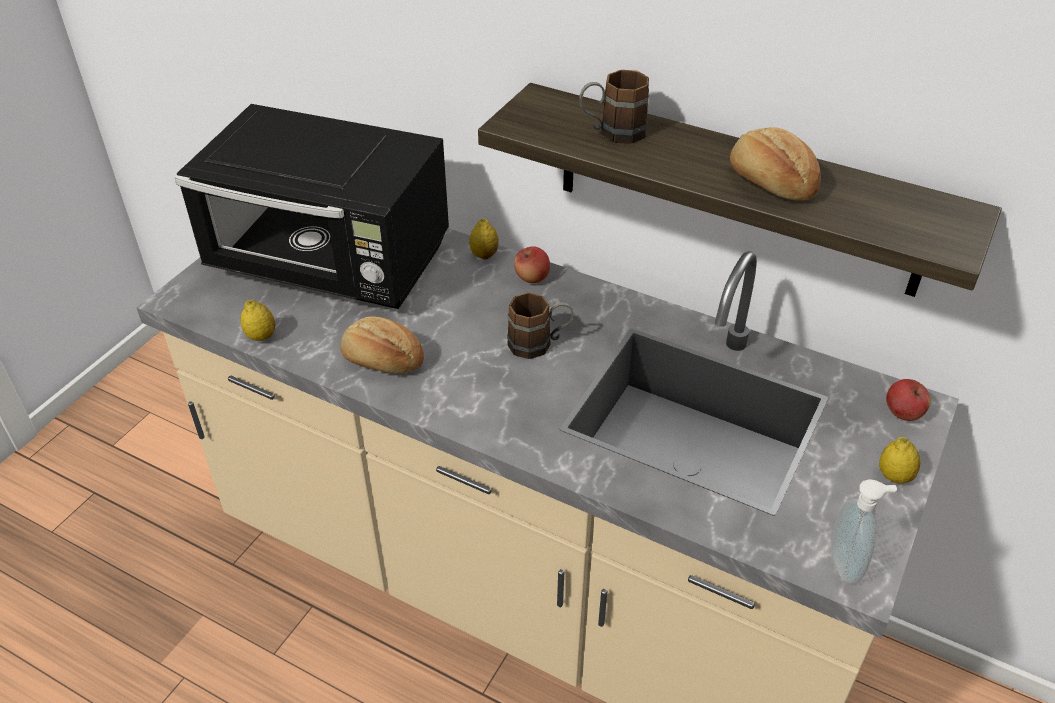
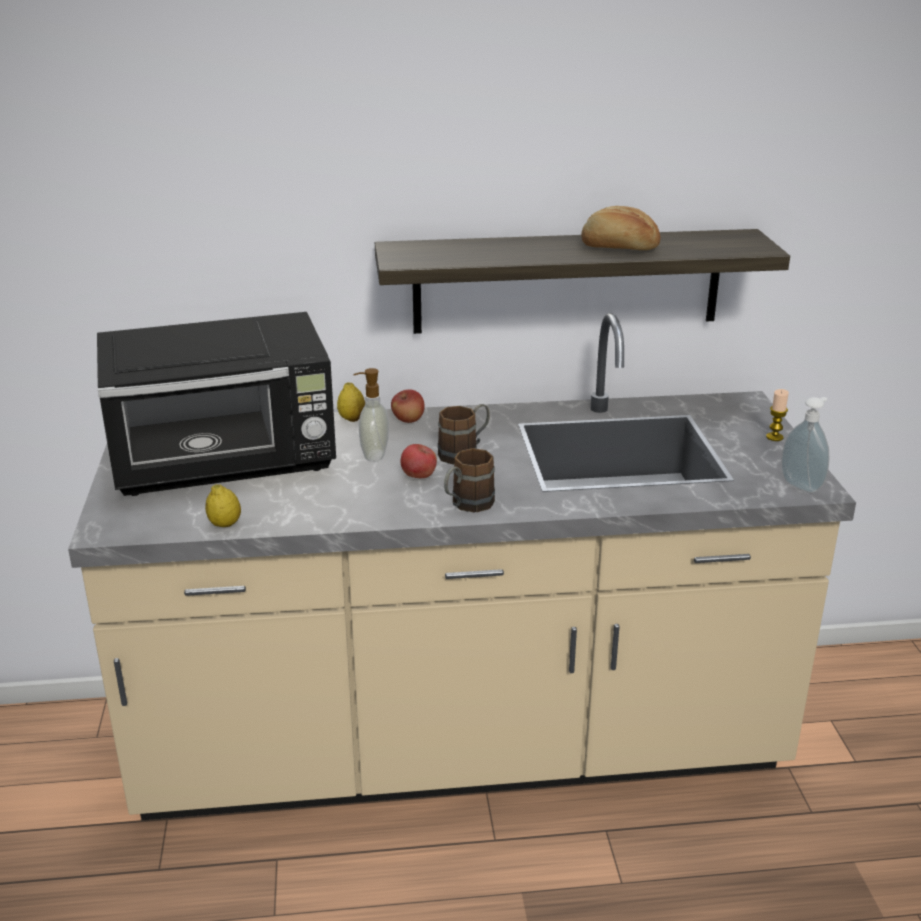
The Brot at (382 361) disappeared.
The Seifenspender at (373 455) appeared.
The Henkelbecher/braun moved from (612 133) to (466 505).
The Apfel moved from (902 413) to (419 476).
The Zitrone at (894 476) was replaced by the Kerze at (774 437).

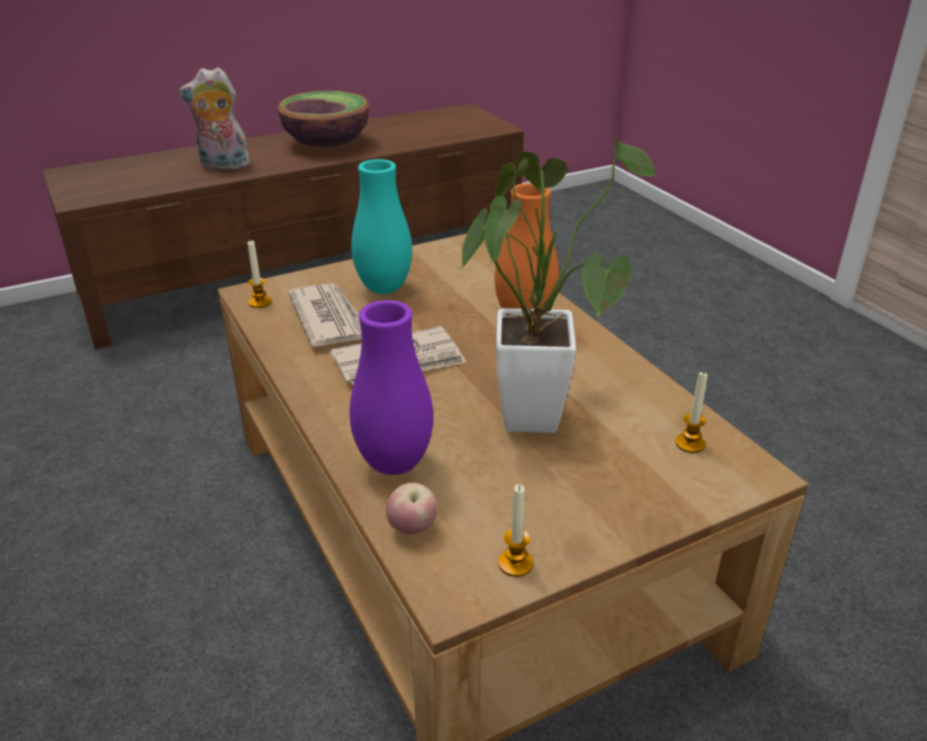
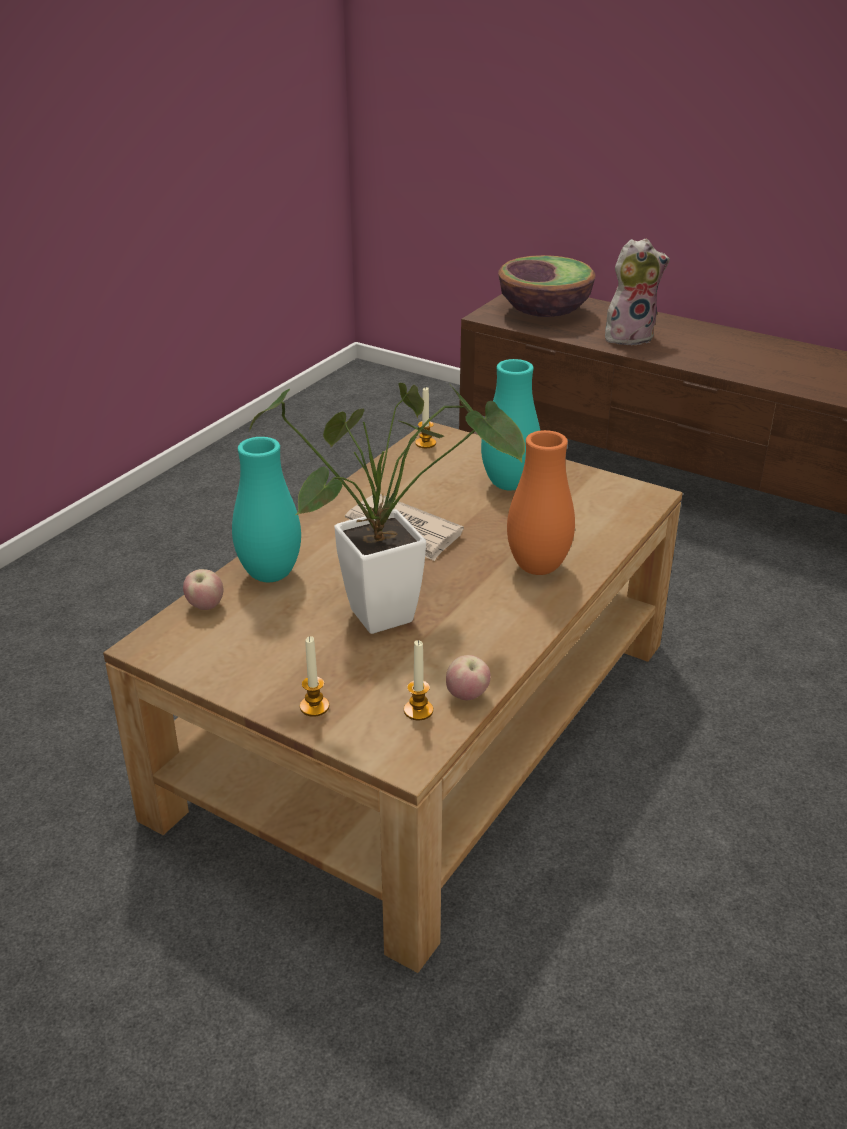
The Zeitung at (329 318) disappeared.
The Apfel at (467 696) appeared.
The Schüssel moved from (326 143) to (544 312).
The Kerze moved from (515 563) to (314 707).
The Vase/lila at (394 464) became the Vase/türkis at (270 575).
The Plüschtier at (223 166) turned 105 degrees clockwise.

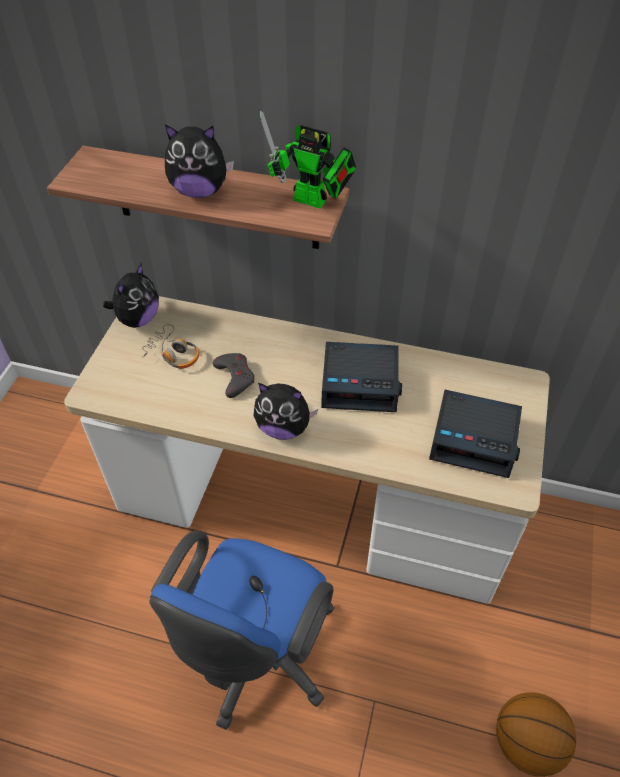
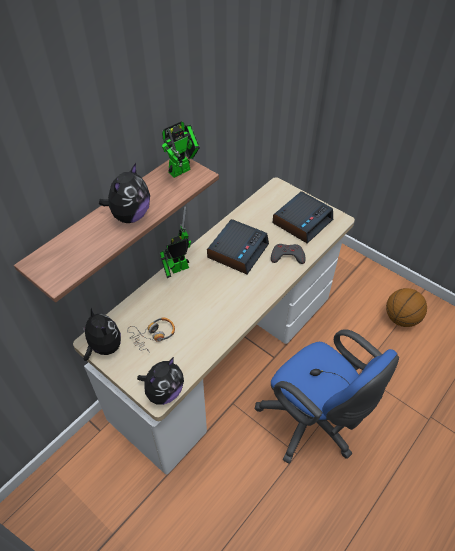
The Spielzeugroboter at (176 269) appeared.
The Gamepad/grau moved from (235 377) to (287 256).
The Plüschtier moved from (283 428) to (164 391).

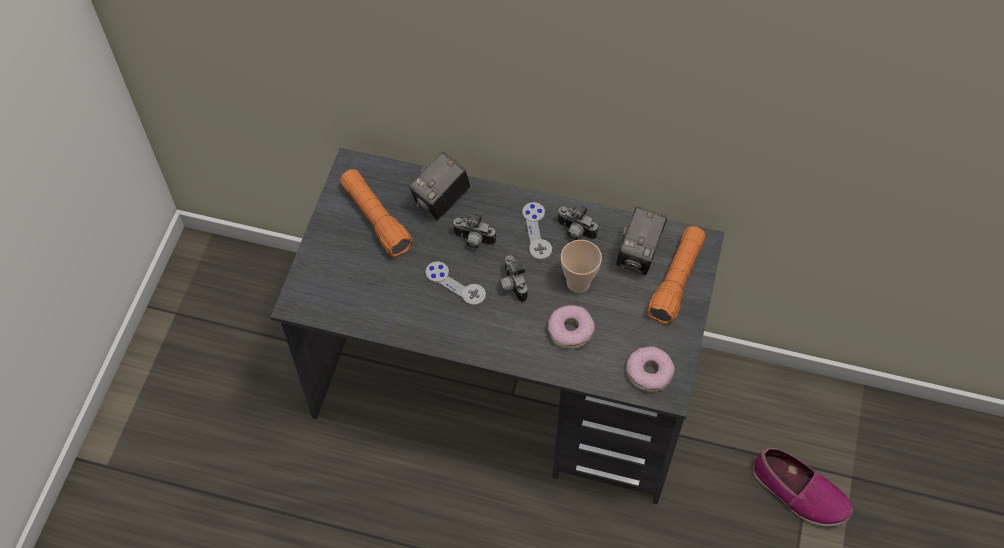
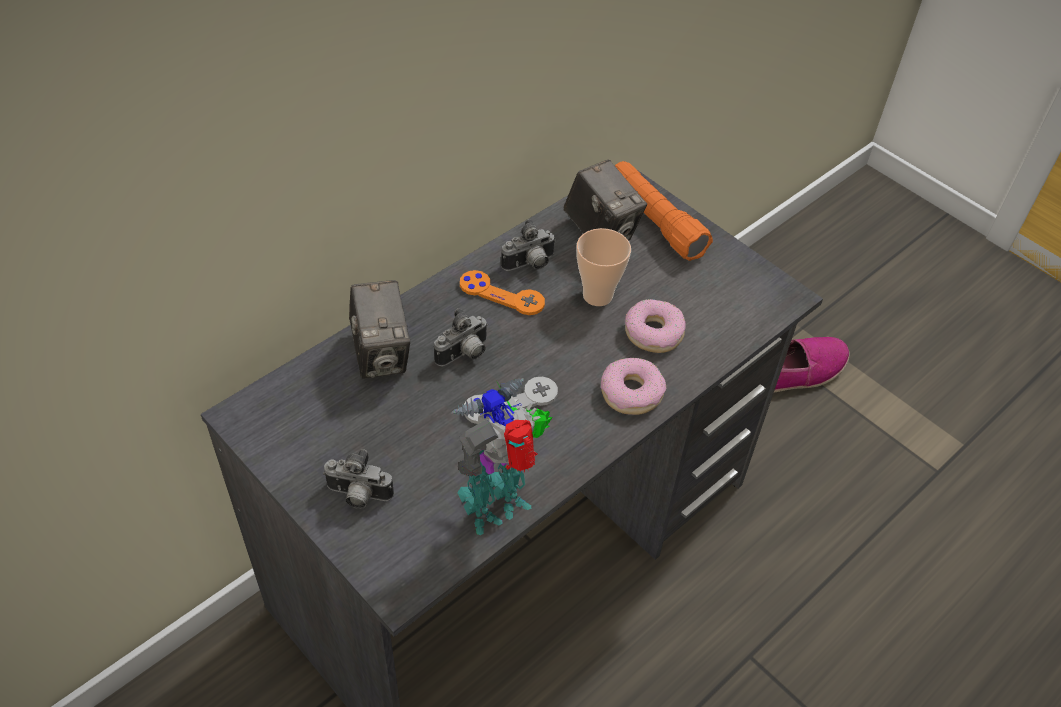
The Taschenlampe/orange at (376 219) disappeared.
The Spielzeugroboter at (499 507) appeared.
The Kamera moved from (511 286) to (358 496).
The Donut moved from (649 373) to (631 393).
The Gamepad/grau at (537 232) became the Gamepad/orange at (501 294).

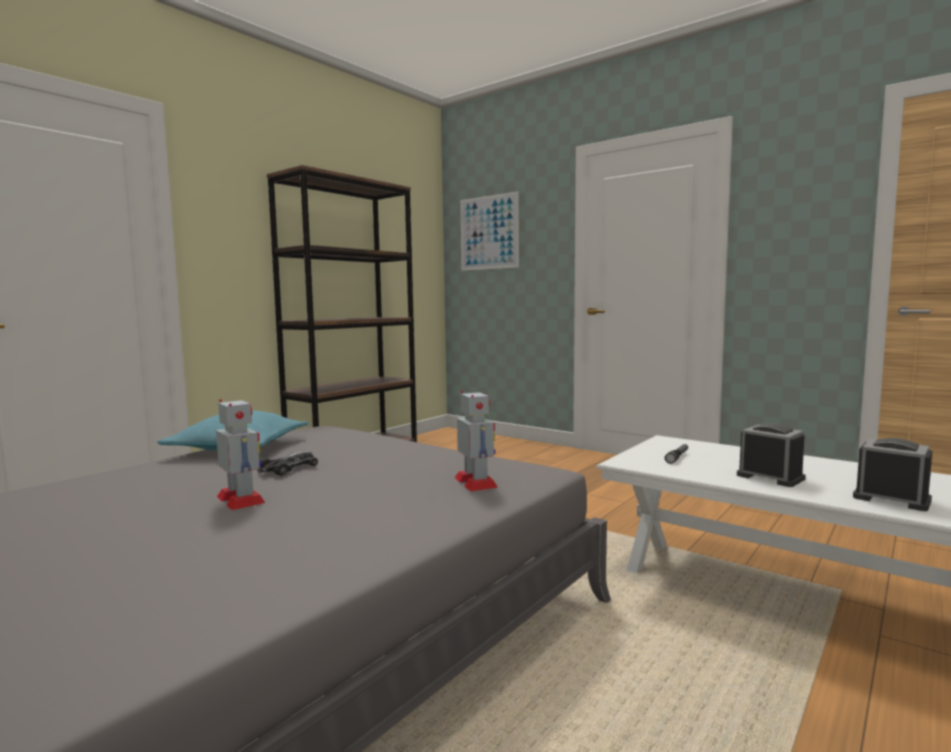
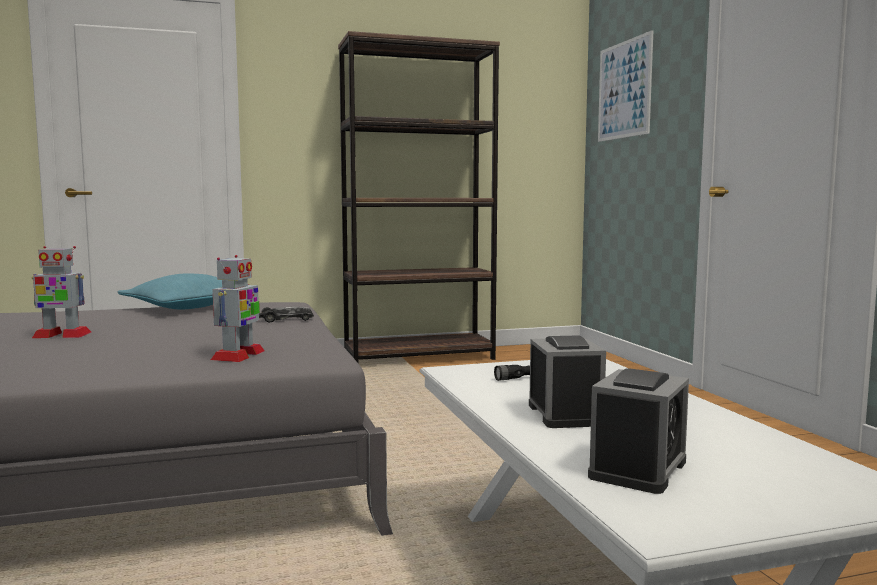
The Spielzeugauto moved from (288 468) to (285 319).
The Spielzeugroboter at (241 500) turned 90 degrees clockwise.
The Wecker at (891 499) turned 45 degrees clockwise.

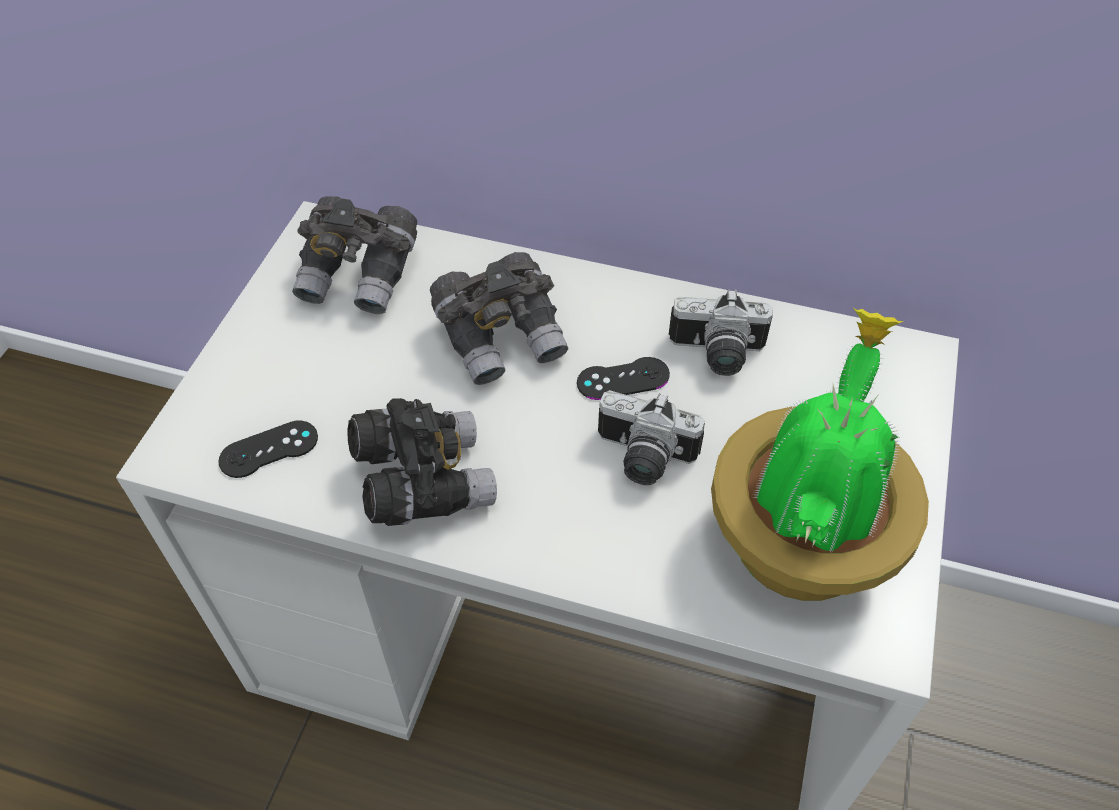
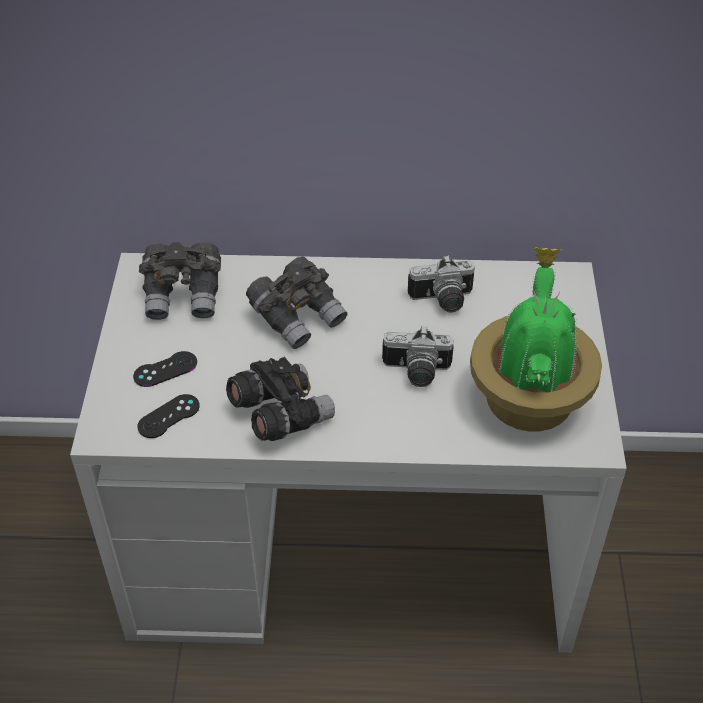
The Gamepad/schwarz moved from (623 379) to (165 369).

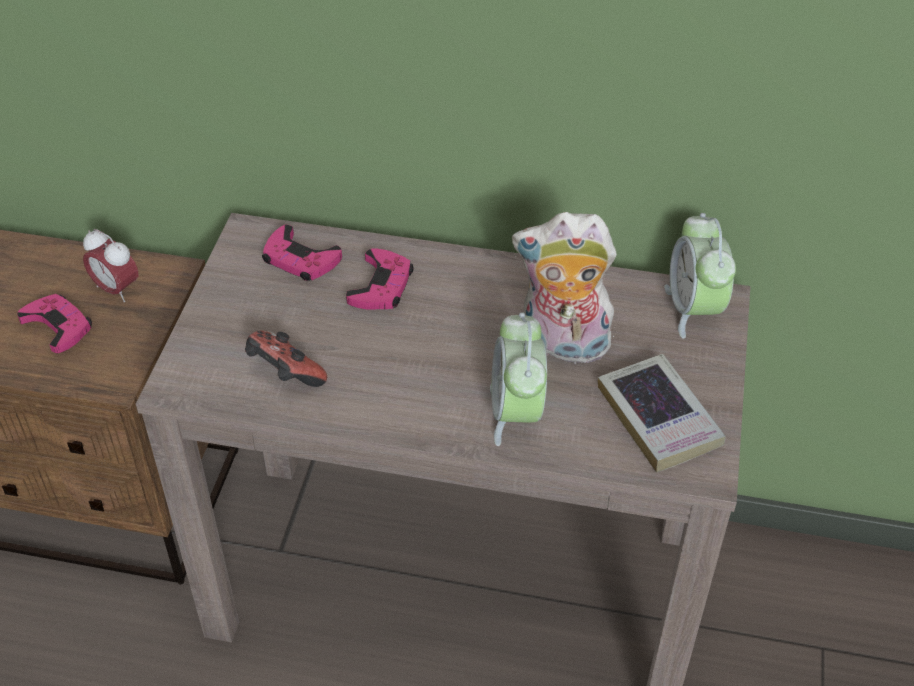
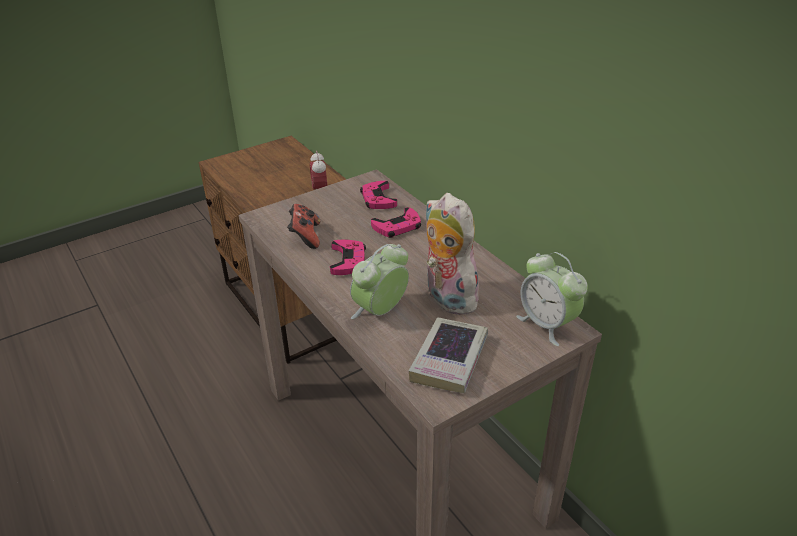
The Gamepad/rosa moved from (58 326) to (348 261).
The Wecker at (693 309) turned 75 degrees counterclockwise.

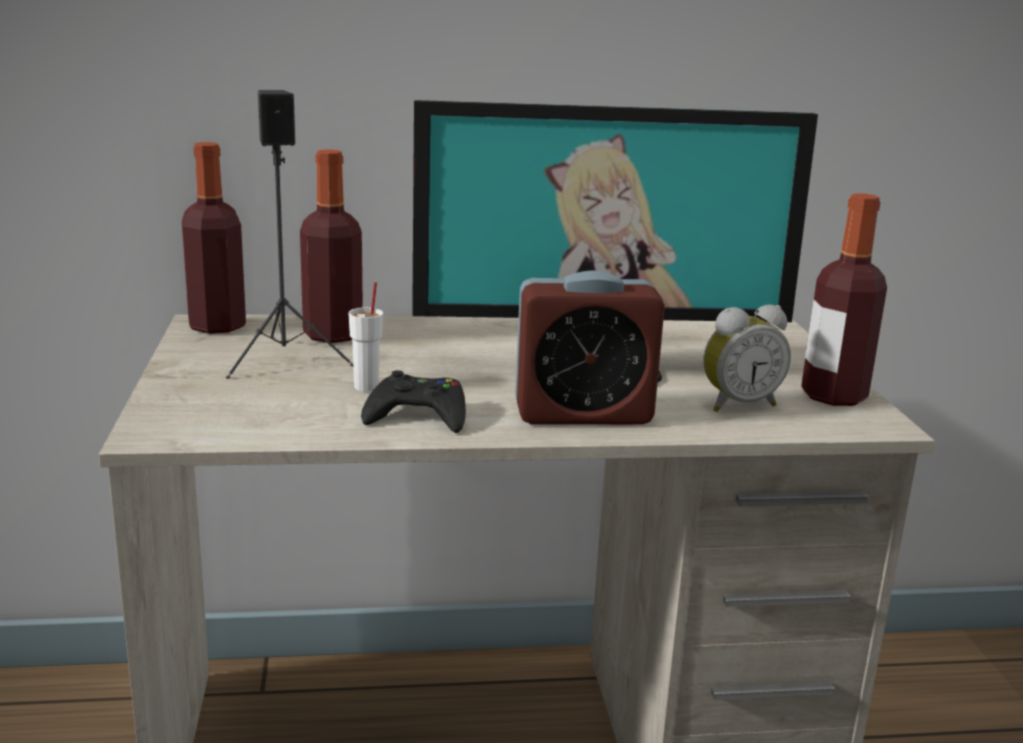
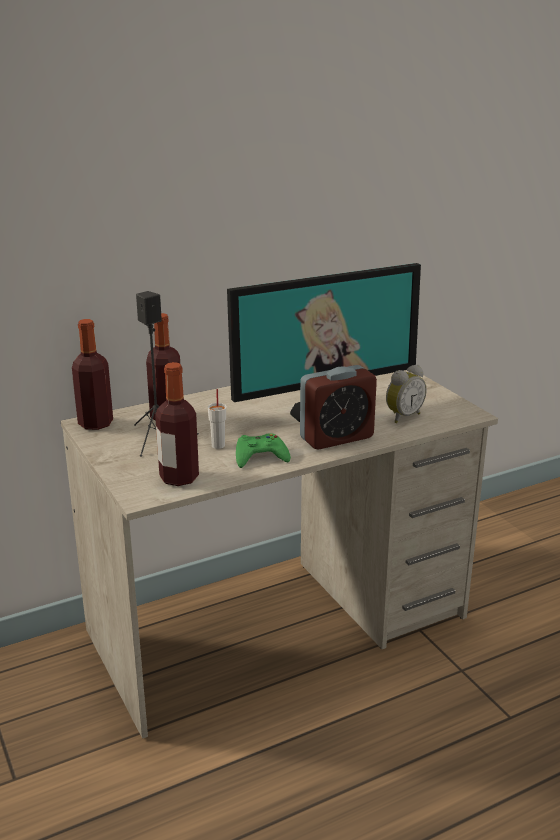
The Flasche moved from (833 396) to (179 478).
The Gamepad/schwarz at (418 415) became the Gamepad/grün at (260 456).

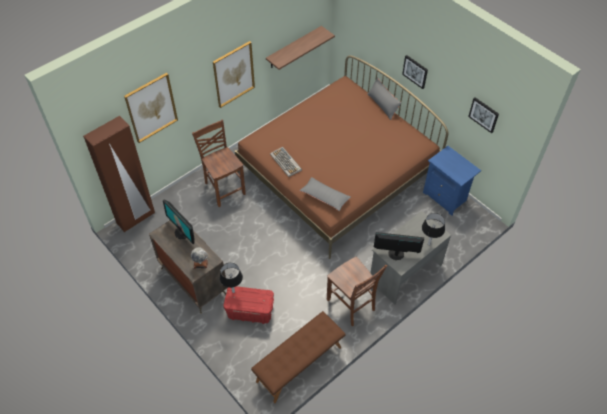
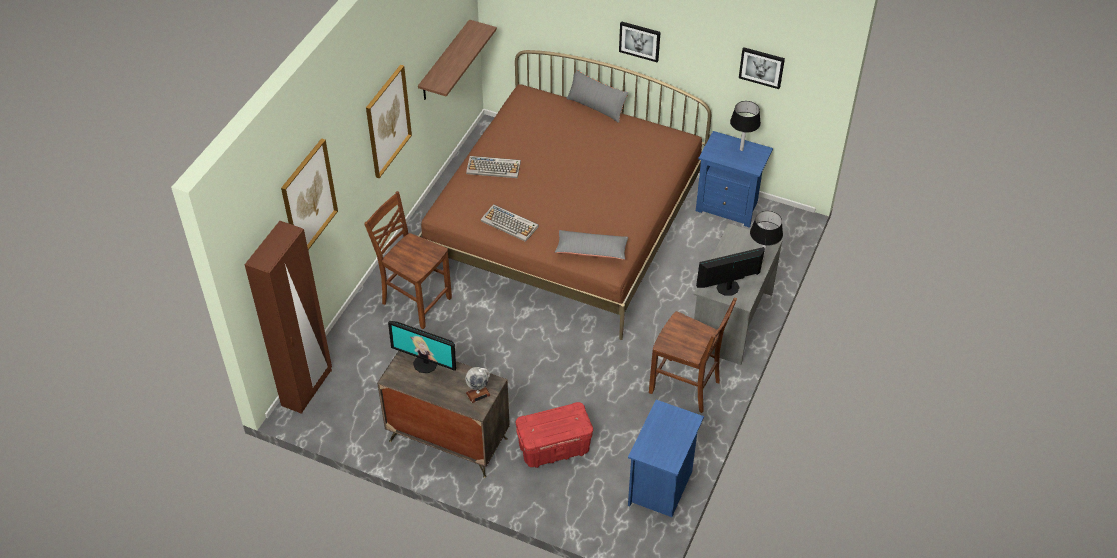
The Tastatur at (494 167) appeared.
The Tischlampe/schwarz moved from (233 291) to (741 149).
The Bank/braun at (299 364) was replaced by the Nachttisch/blau at (661 487).

